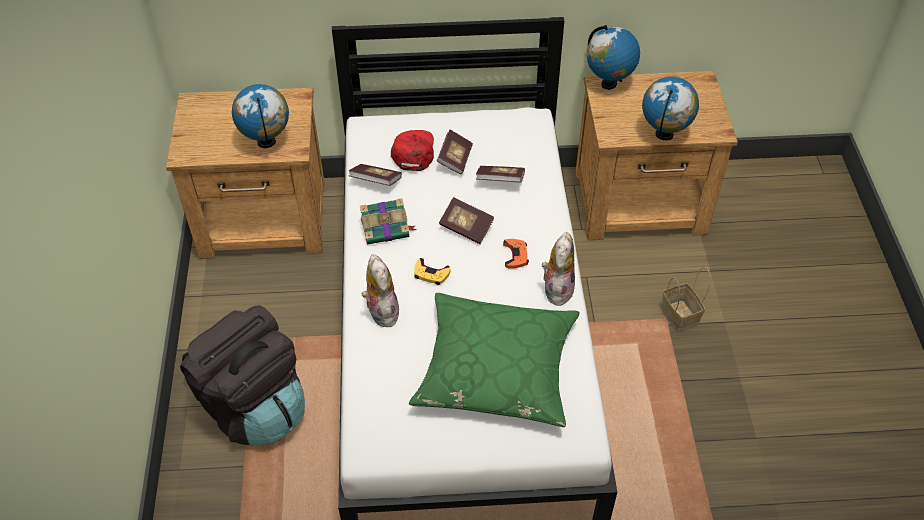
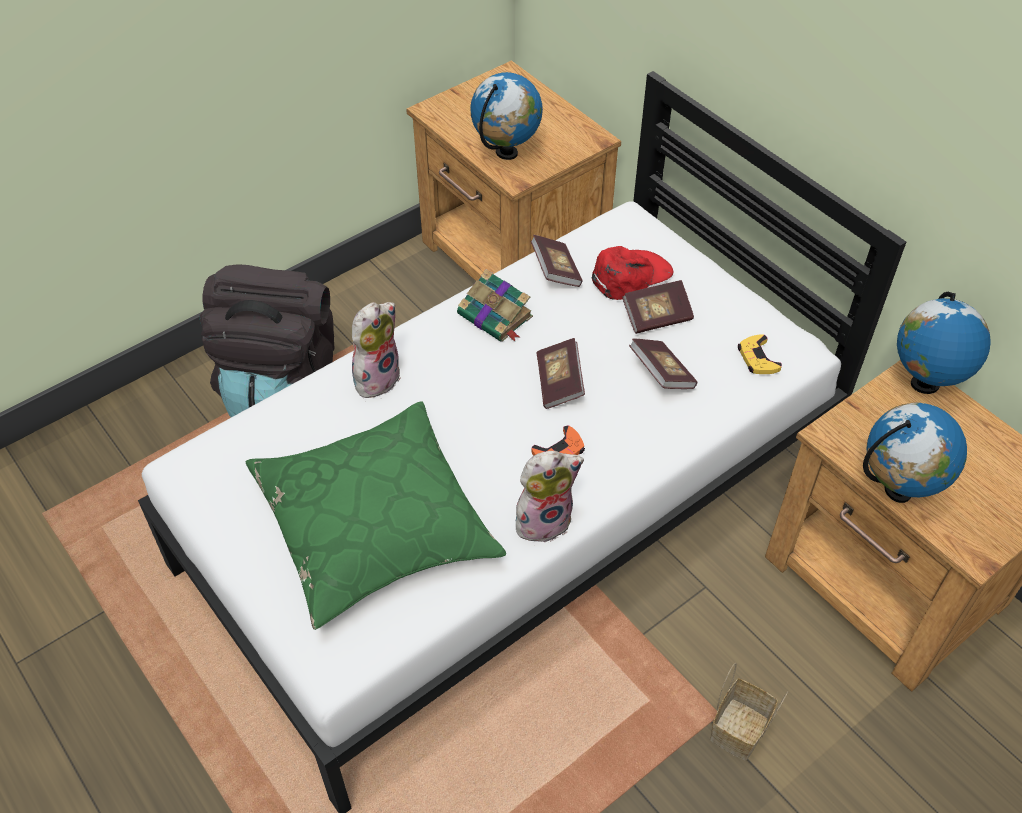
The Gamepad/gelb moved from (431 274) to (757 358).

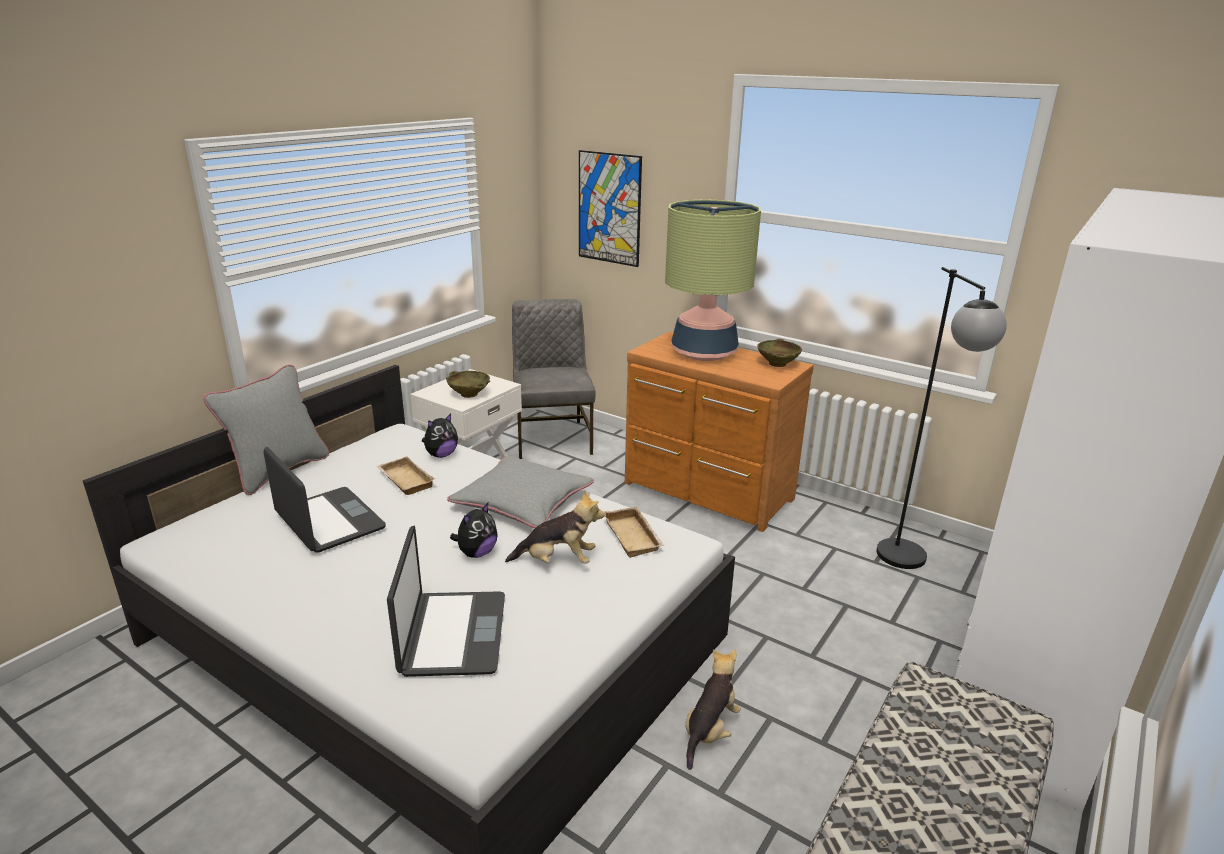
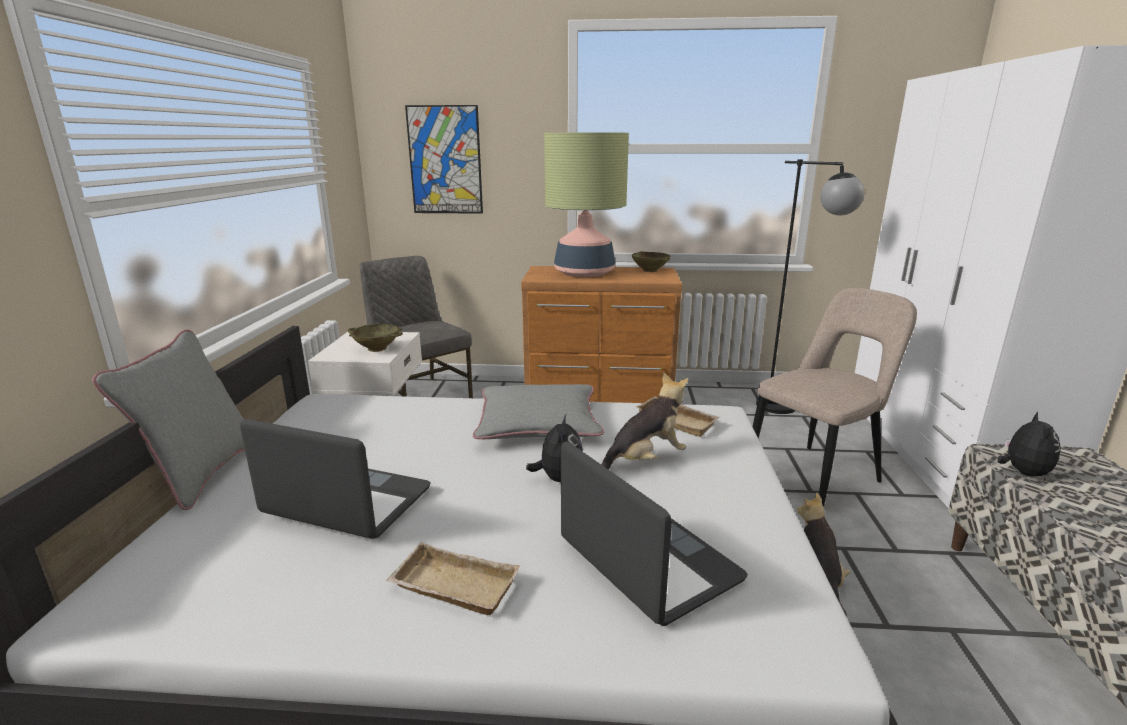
The Stuhl/beige at (817 477) appeared.
The Tablett/beige moved from (404 480) to (451 588).
The Plüschtier moved from (441 455) to (1022 472).

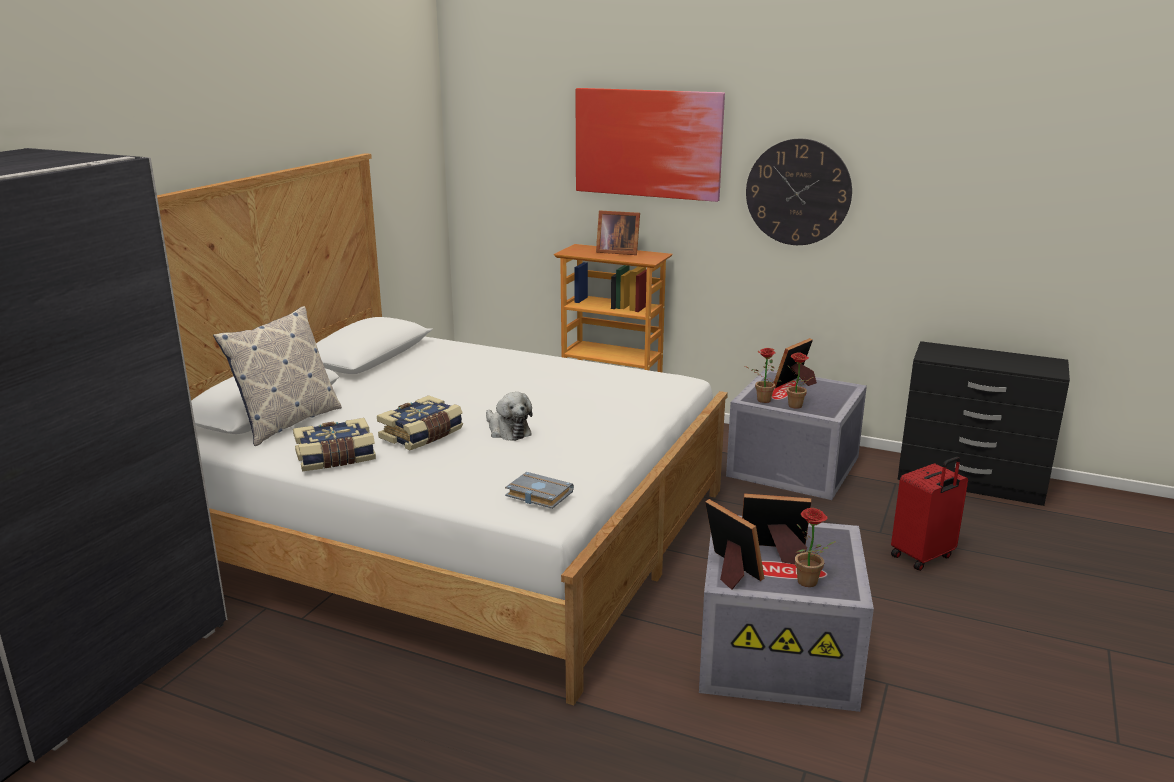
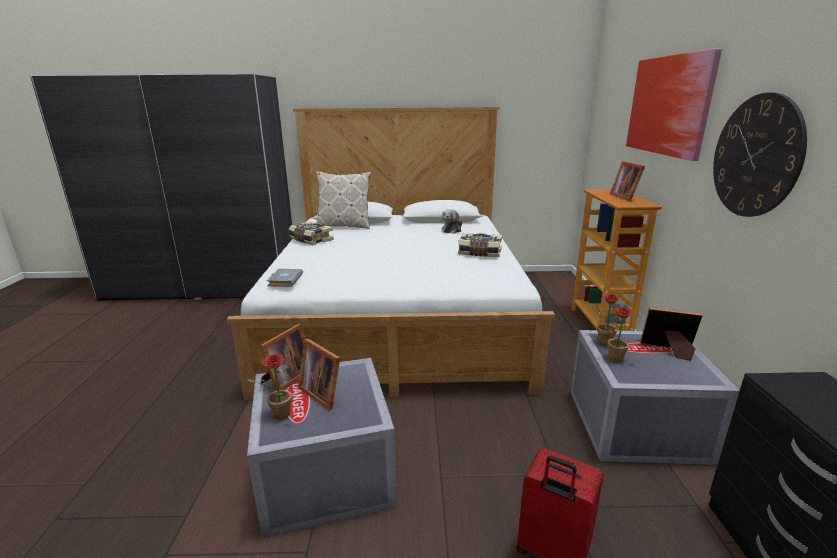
The Buch moved from (422 435) to (479 253).
The Plüschtier moved from (507 431) to (452 230).
The Bilderrahmen at (775 552) turned 150 degrees clockwise.

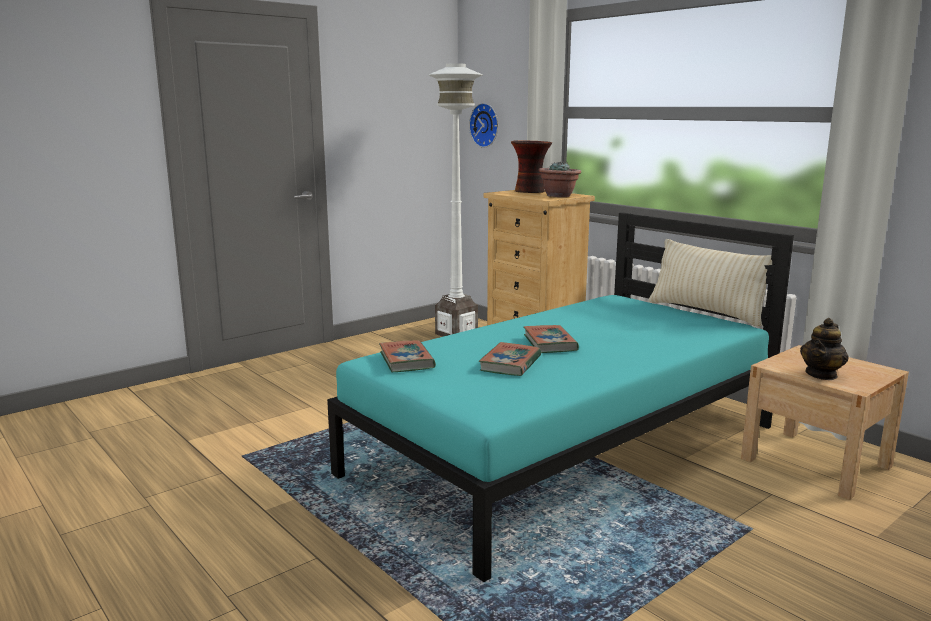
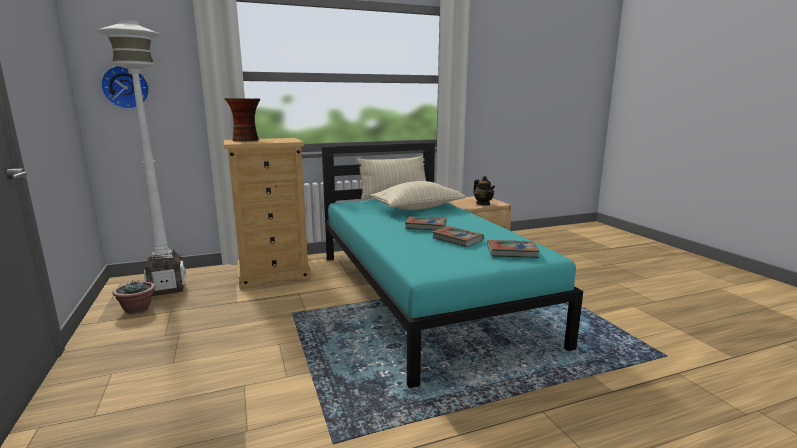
The Kissen/beige at (417 208) appeared.
The Buch moved from (406 360) to (512 252).
The Topfpflanze moved from (559 196) to (137 309).

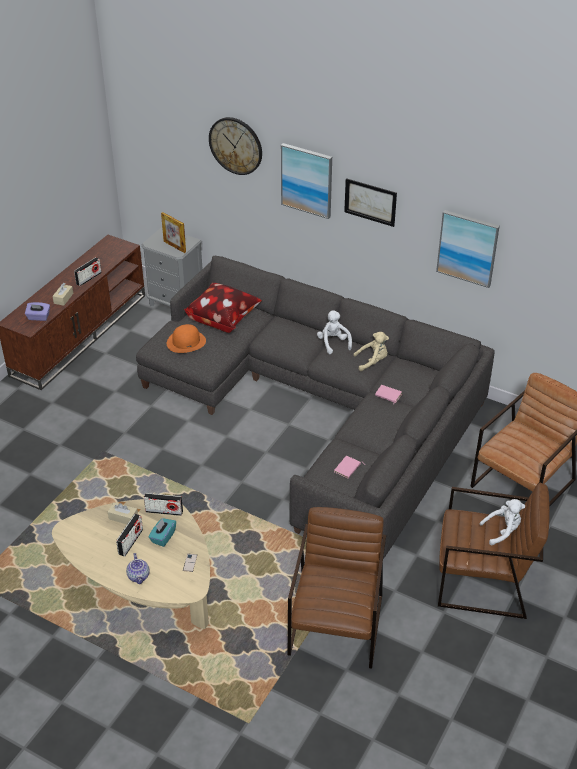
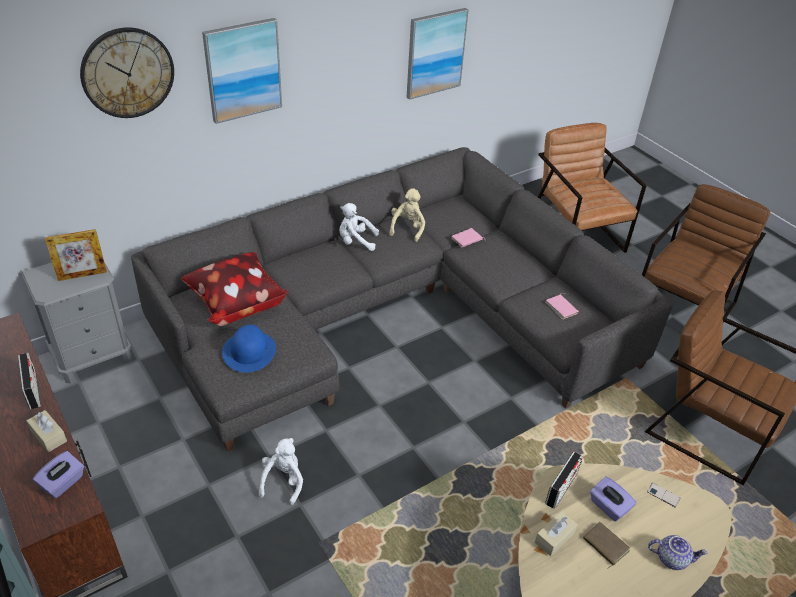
The Bild at (370 202) disappeared.
The Plüschtier/weiß moved from (503 531) to (283 481).
The Radio at (130 542) was replaced by the Buch/braun at (604 545).
The Taschentuchbox/türkis at (163 537) became the Taschentuchbox/lila at (608 507).
The Hut/orange at (186 342) became the Hut/blau at (249 351).

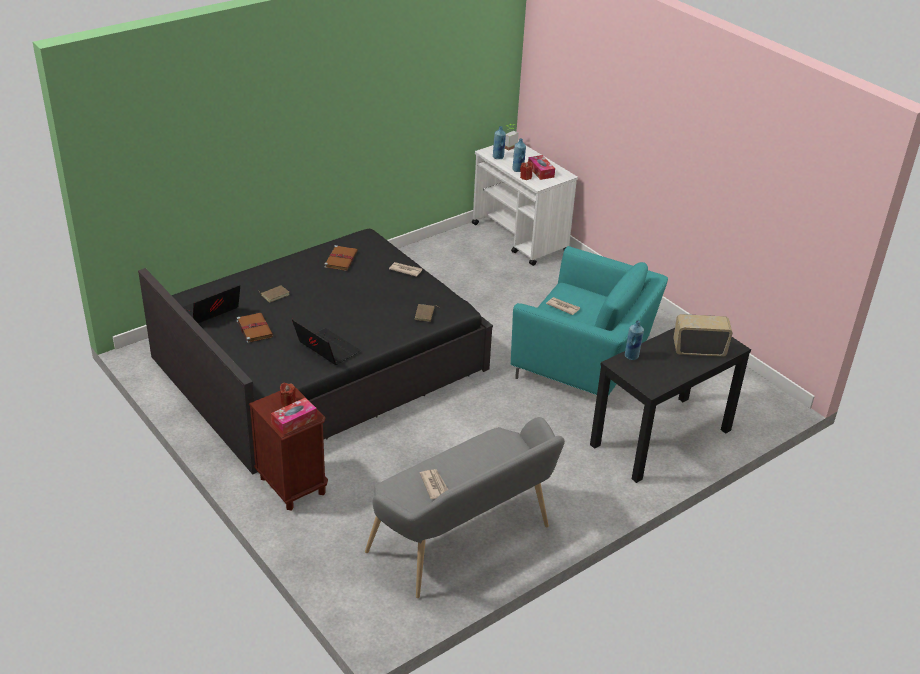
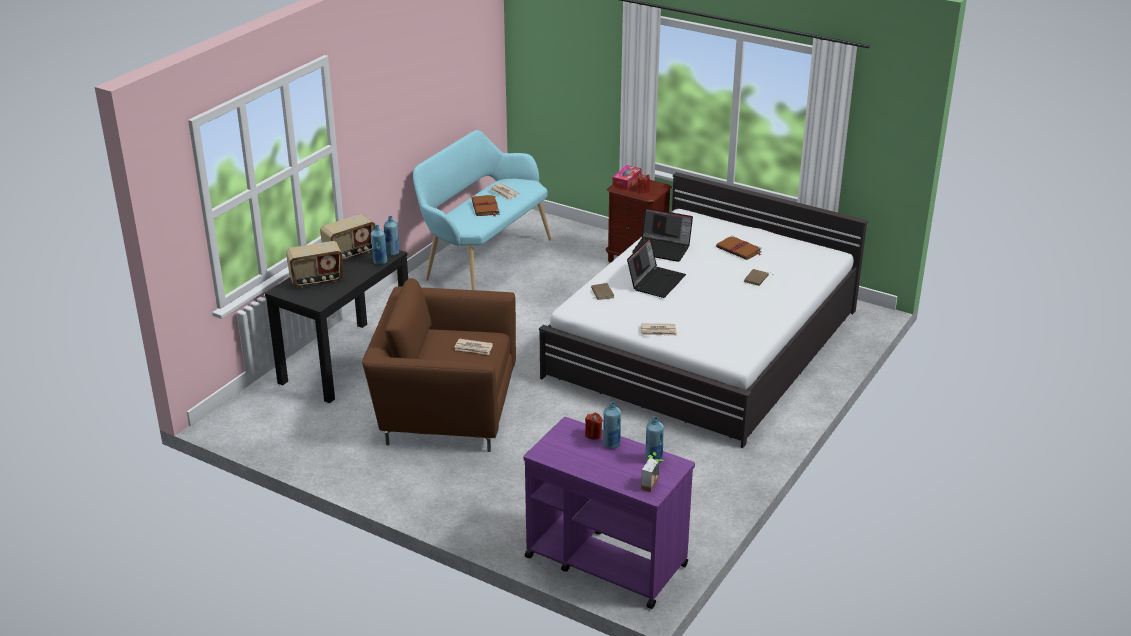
The Taschentuchbox at (540 171) disappeared.
The Radio at (350 254) appeared.
The Flasche/blau at (392 253) appeared.
The Laptop moved from (209 312) to (656 281).
The Buch/braun moved from (341 259) to (485 207).
The Bett/schwarz at (319 363) became the Bett/weiß at (704 343).
The Bank/grau at (465 543) became the Bank/türkis at (483 259).
The Rollwagen/weiß at (520 238) became the Rollwagen/lila at (605 560).
The Sessel/türkis at (584 363) became the Sessel/braun at (445 409).

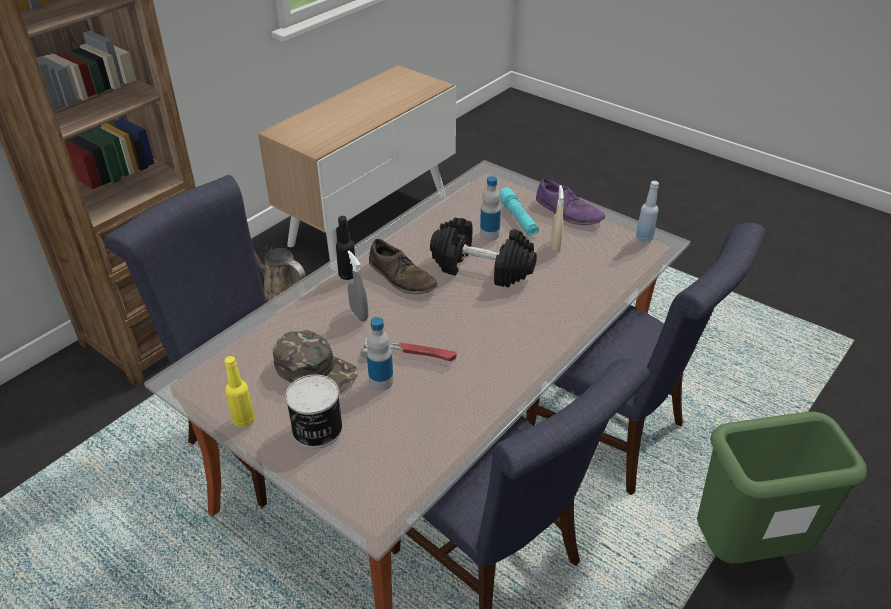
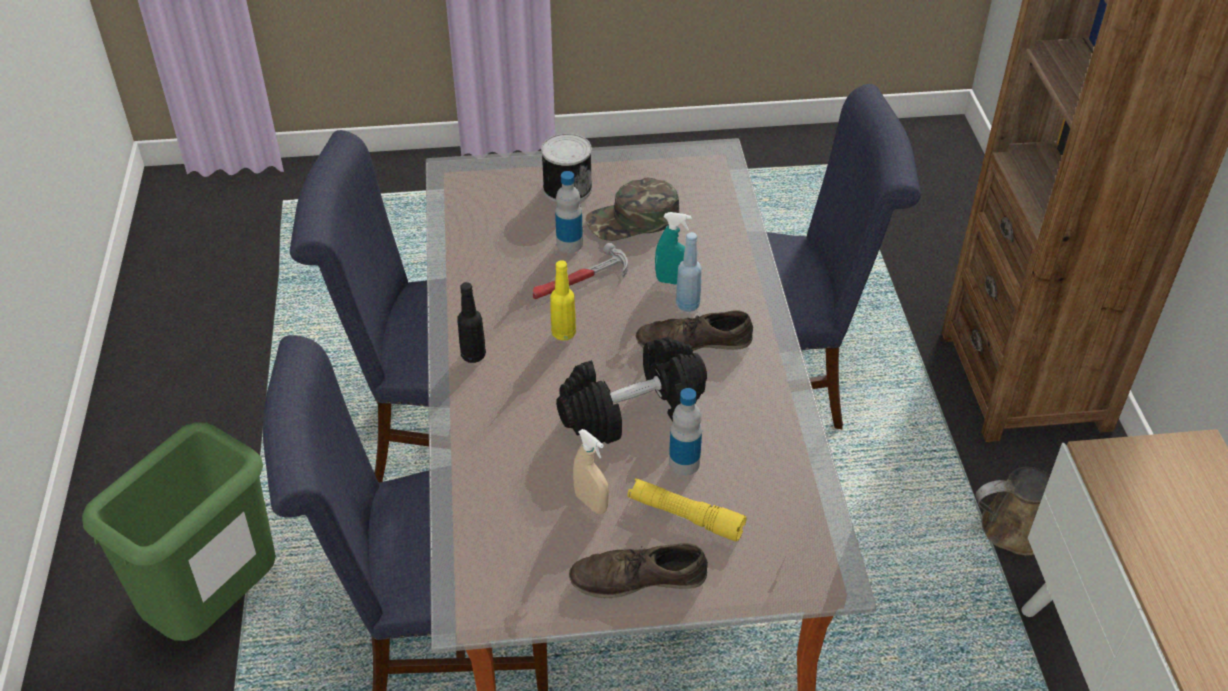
The Flasche/gelb moved from (244 420) to (563 333).
The Flasche/schwarz moved from (348 275) to (473 355).
The Flasche/blau moved from (644 238) to (687 305).
The Sprühflasche/grau at (359 314) became the Sprühflasche/türkis at (673 281).
The Taschenlampe/türkis at (518 218) became the Taschenlampe/gelb at (685 516).
The Schuh/lila at (568 212) became the Schuh/braun at (638 578).

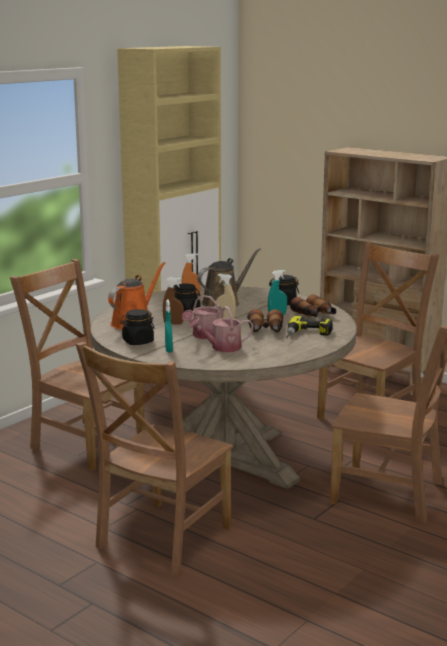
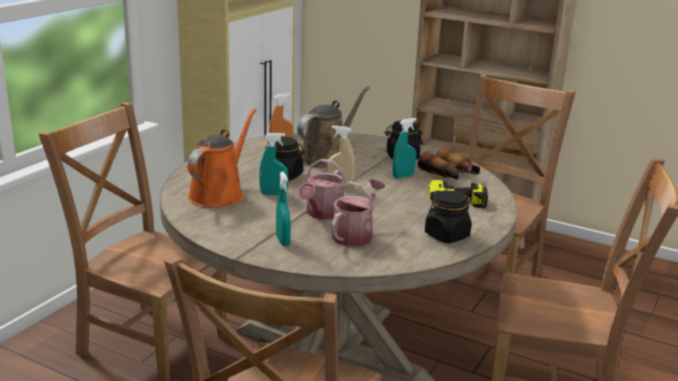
The Fernglas at (265 330) disappeared.
The Vorratsglas/schwarz moved from (137 342) to (446 236).
The Sprühflasche/braun at (173 323) became the Sprühflasche/türkis at (273 194).
The Gießkanne at (222 348) turned 150 degrees clockwise.

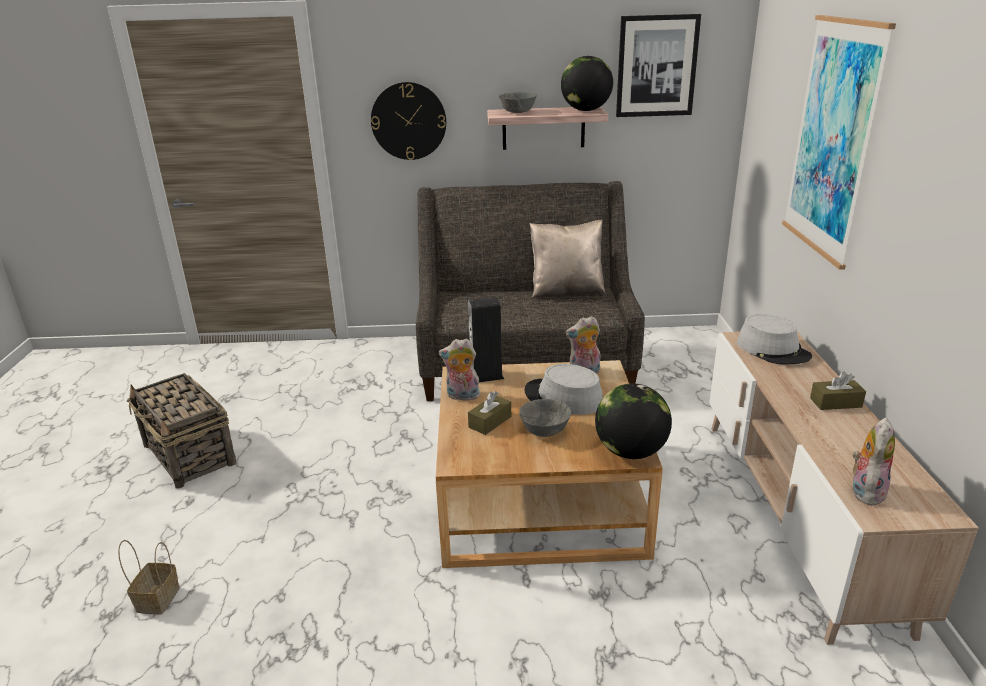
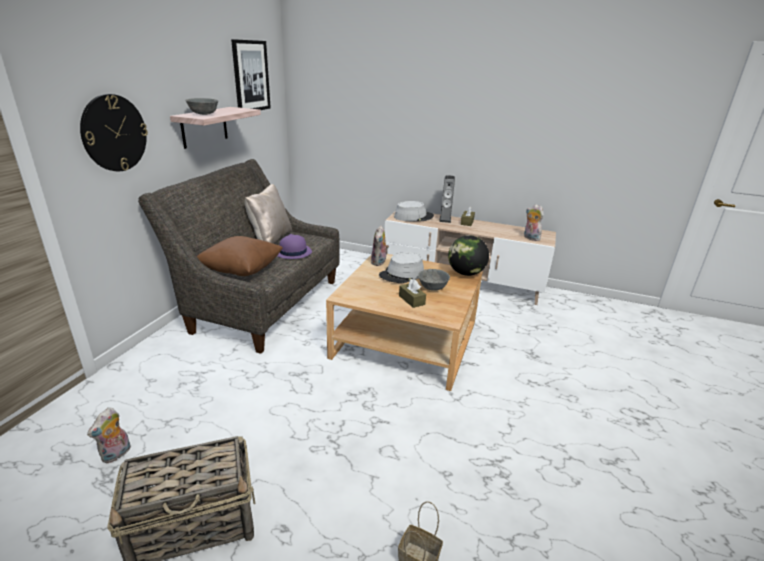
The Globus at (586 110) disappeared.
The Bild at (832 139) disappeared.
The Kissen/braun at (242 270) appeared.
The Hut/lila at (292 252) appeared.
The Plüschtier moved from (462 396) to (116 454).
The Lautsprecher moved from (486 376) to (445 219).

